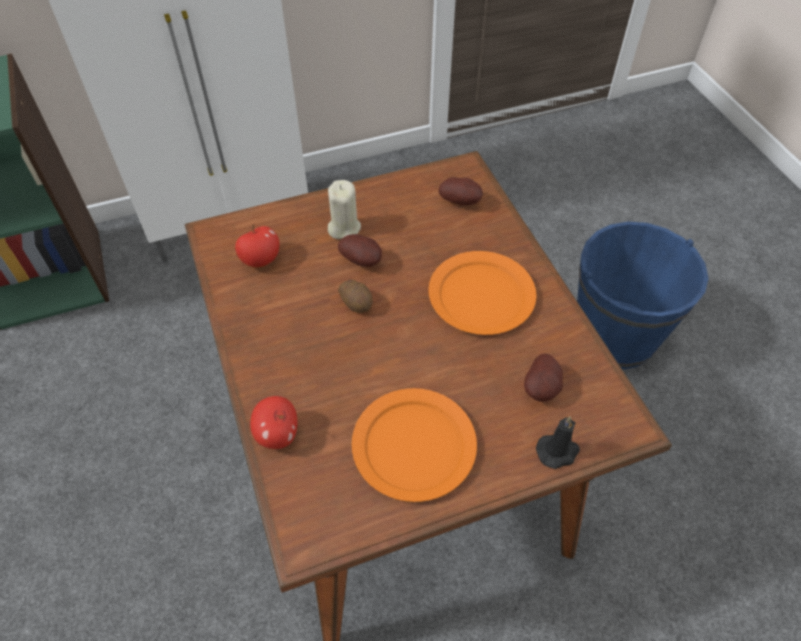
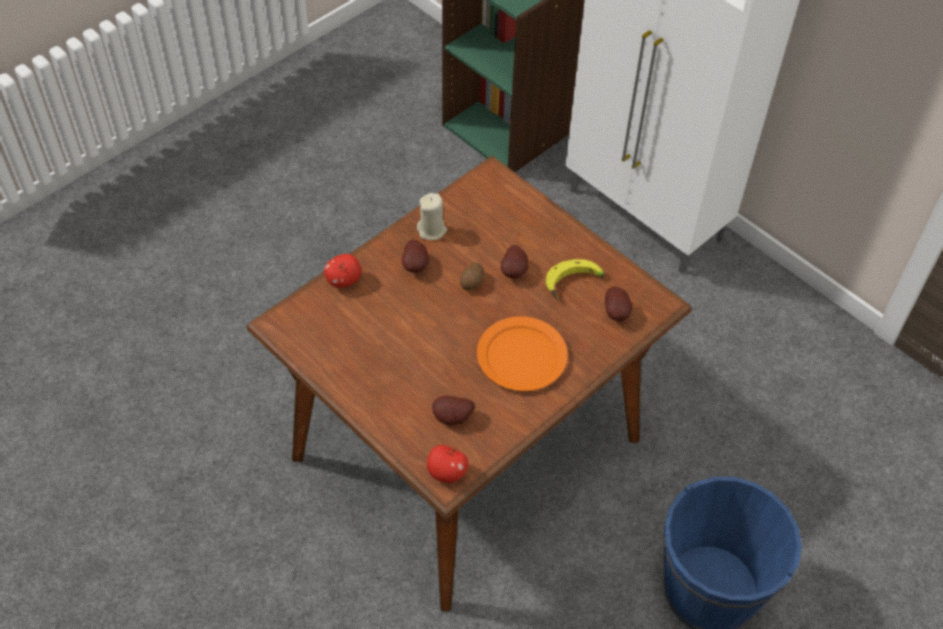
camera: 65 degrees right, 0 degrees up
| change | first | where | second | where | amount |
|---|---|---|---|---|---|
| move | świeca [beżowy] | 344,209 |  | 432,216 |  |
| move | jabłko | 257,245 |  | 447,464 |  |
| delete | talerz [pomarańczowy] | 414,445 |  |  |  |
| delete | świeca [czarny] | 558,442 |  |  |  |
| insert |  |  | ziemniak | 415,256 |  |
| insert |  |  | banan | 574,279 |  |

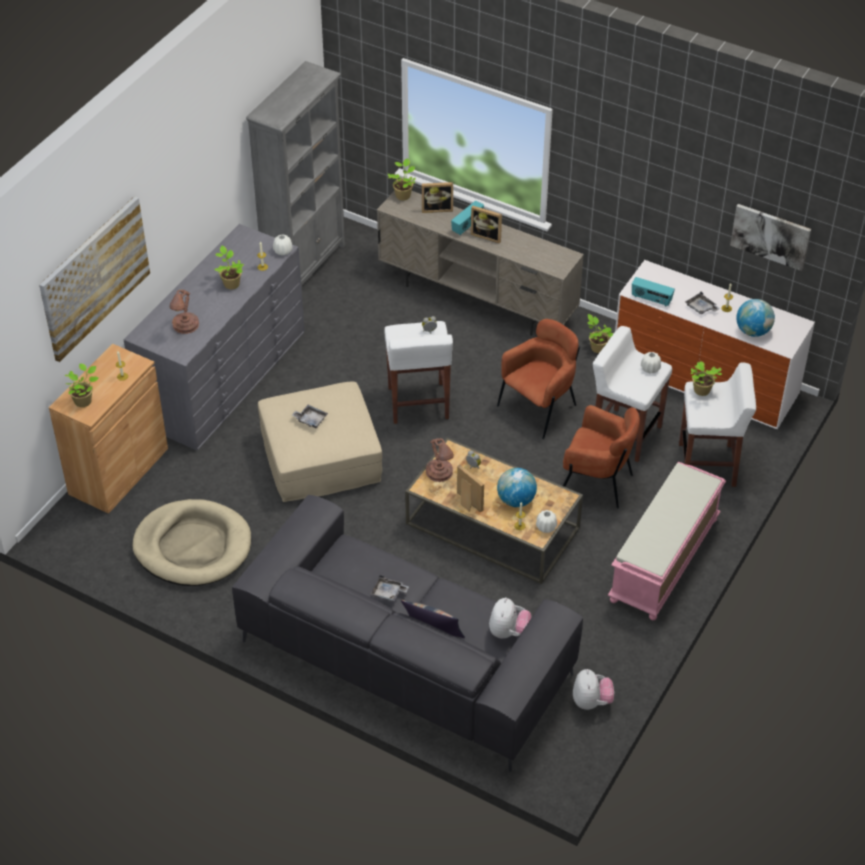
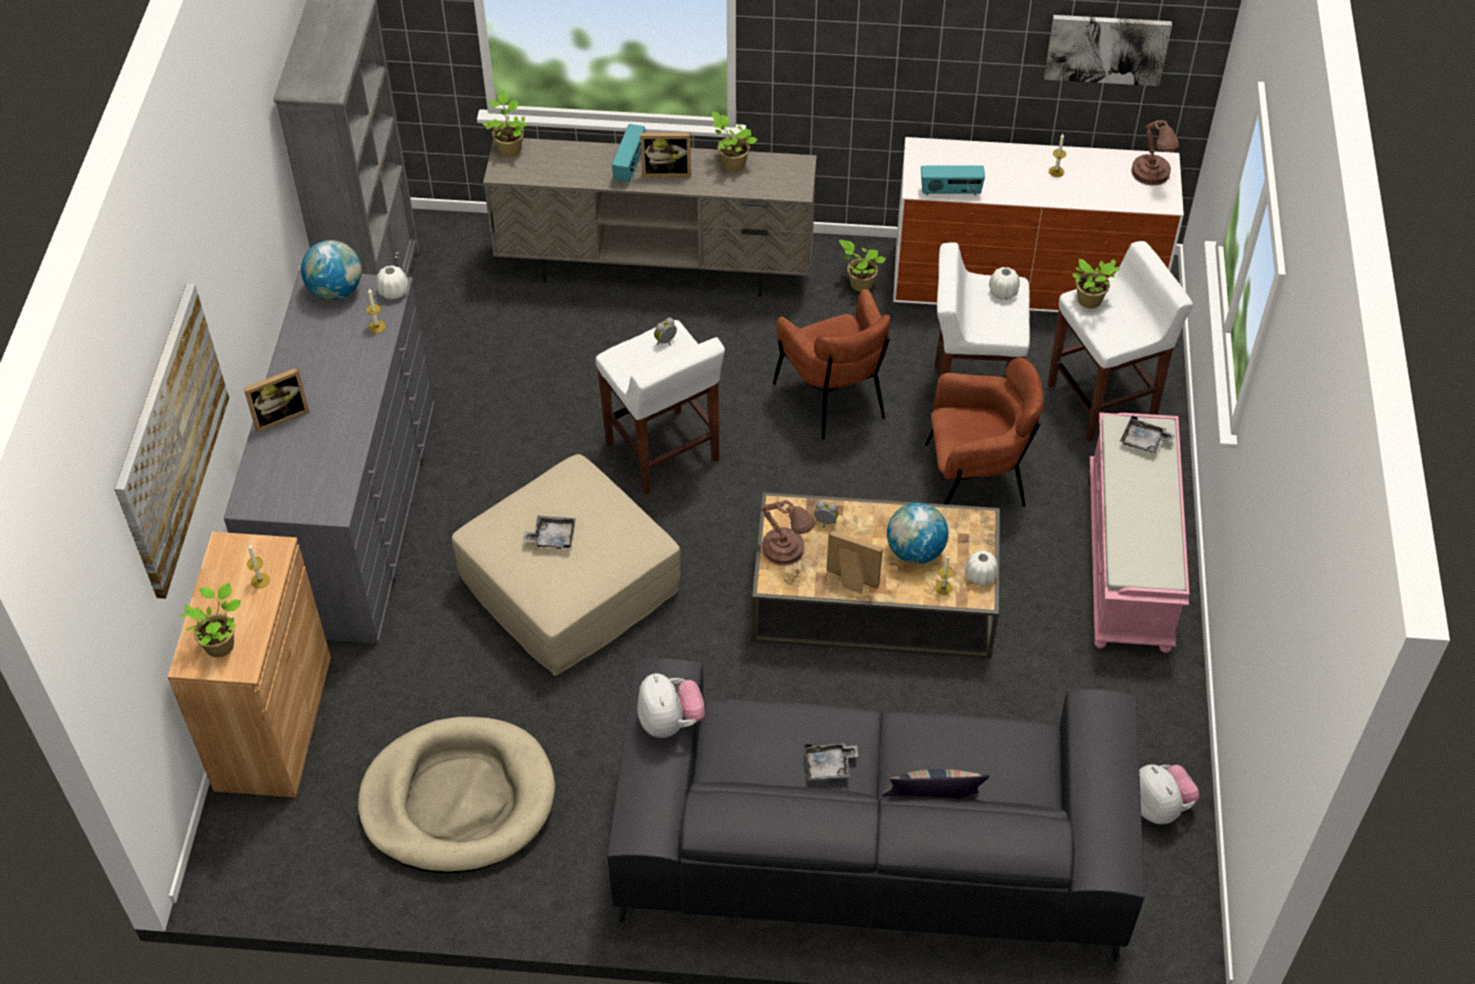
camera: 25 degrees left, 5 degrees up
| change | first | where | second | where | amount |
|---|---|---|---|---|---|
| move | ramka na zdjęcie | 437,197 |  | 276,400 |  |
| move | roślina doniczkowa | 229,267 |  | 734,141 |  |
| move | lampa stołowa [brązowy] | 184,311 |  | 1155,153 |  |
| move | taca [szary] | 702,302 |  | 1147,434 |  |
| move | globus | 755,318 |  | 331,270 |  |
| rotate | fotel [brązowy] | 538,379 |  | 831,364 | 135 degrees clockwise |
| move | pluszak | 510,618 |  | 671,705 |  |

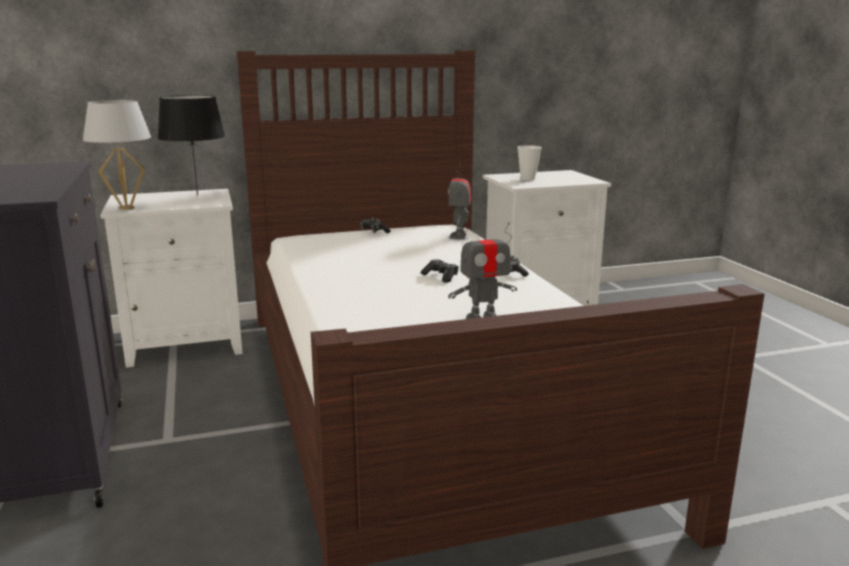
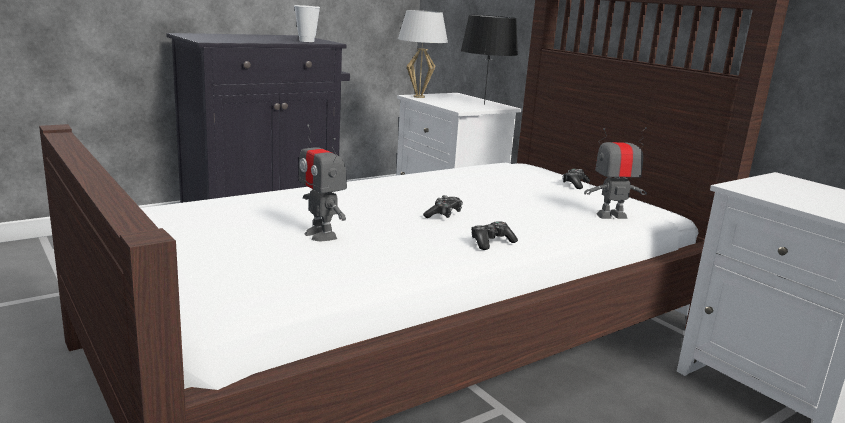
camera: 70 degrees right, 0 degrees up
| change | first | where | second | where | amount |
|---|---|---|---|---|---|
| move | filiżanka | 529,163 |  | 307,23 |  |

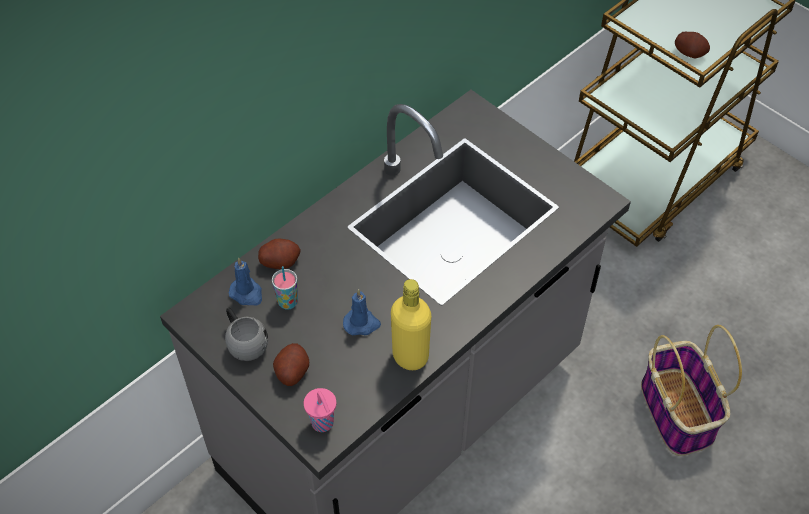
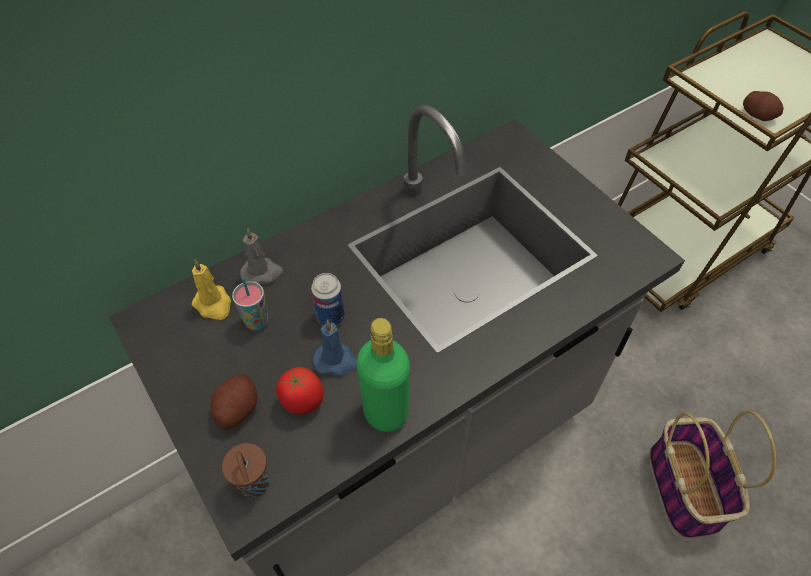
camera: 10 degrees right, 0 degrees up
| change | first | where | second | where | amount |
|---|---|---|---|---|---|
| replace | ziemniak | 279,254 | świeca [szary] | 261,256 |  |
| recolor | świeca [niebieski] | 245,281 | świeca [żółty] | 211,290 |  |
| recolor | butelka [żółty] | 411,324 | butelka [zielony] | 383,375 |  |
| delete | kubek [szary] | 246,334 |  |  |  |
| recolor | filiżanka [różowy] | 320,410 | filiżanka [brązowy] | 245,470 |  |
| insert |  |  | puszka | 328,299 |  |
| insert |  |  | pomidor | 300,391 |  |

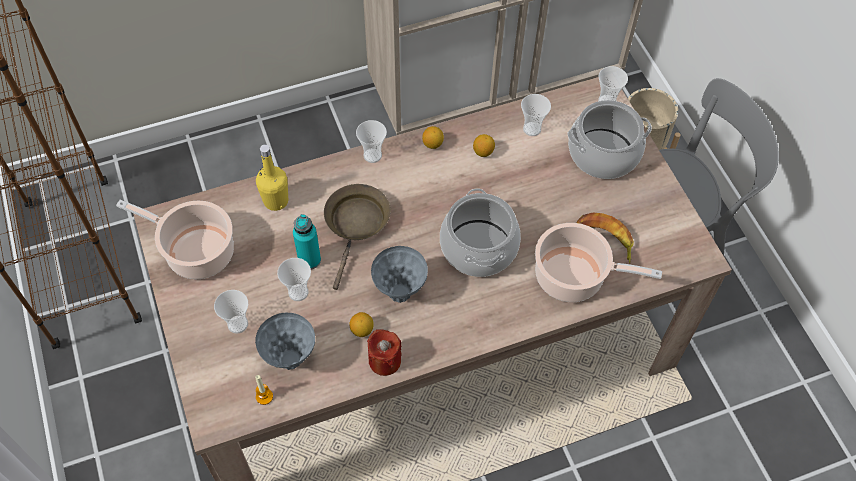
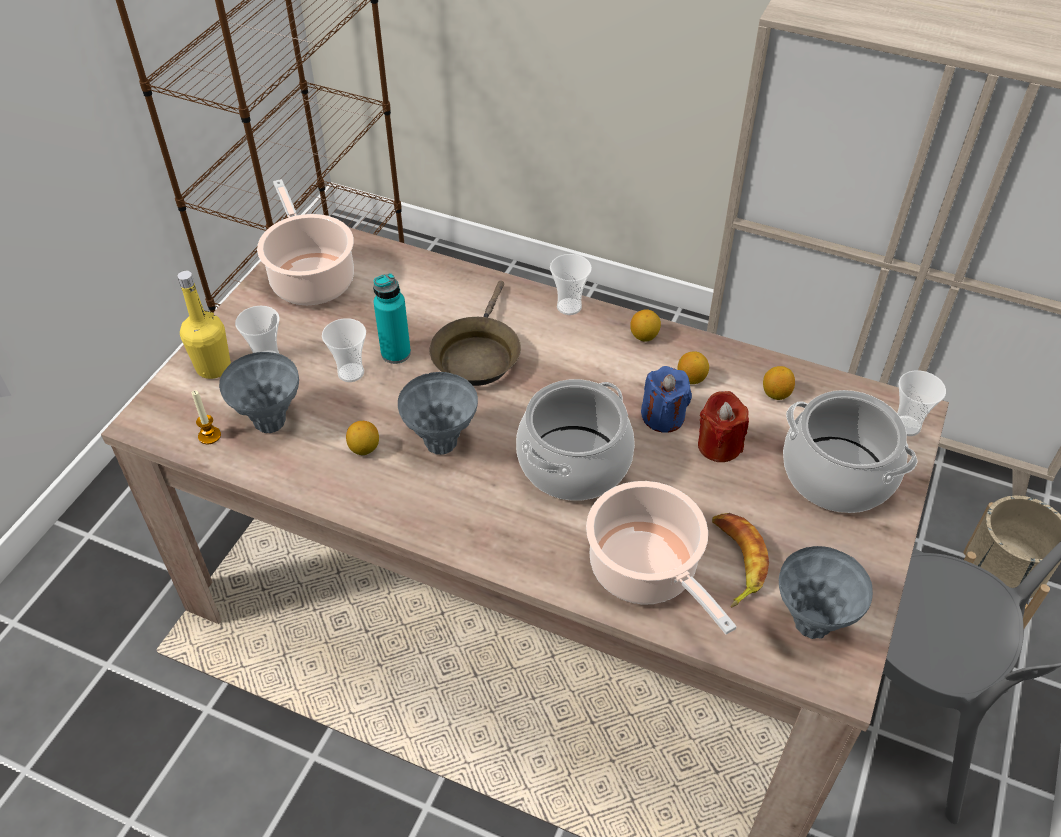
camera: 45 degrees right, 10 degrees down
| change | first | where | second | where | amount |
|---|---|---|---|---|---|
| replace | filiżanka | 536,115 | cytryna | 779,383 |  |
| move | butelka [żółty] | 272,177 |  | 204,325 |  |
| rotate | patelnia [brązowy] | 357,237 |  | 475,333 | 135 degrees clockwise |
| move | świeca [czerwony] | 384,352 |  | 723,426 |  |
| insert |  |  | świeca [niebieski] | 666,399 |  |
| insert |  |  | wazon [szary] | 826,592 |  |

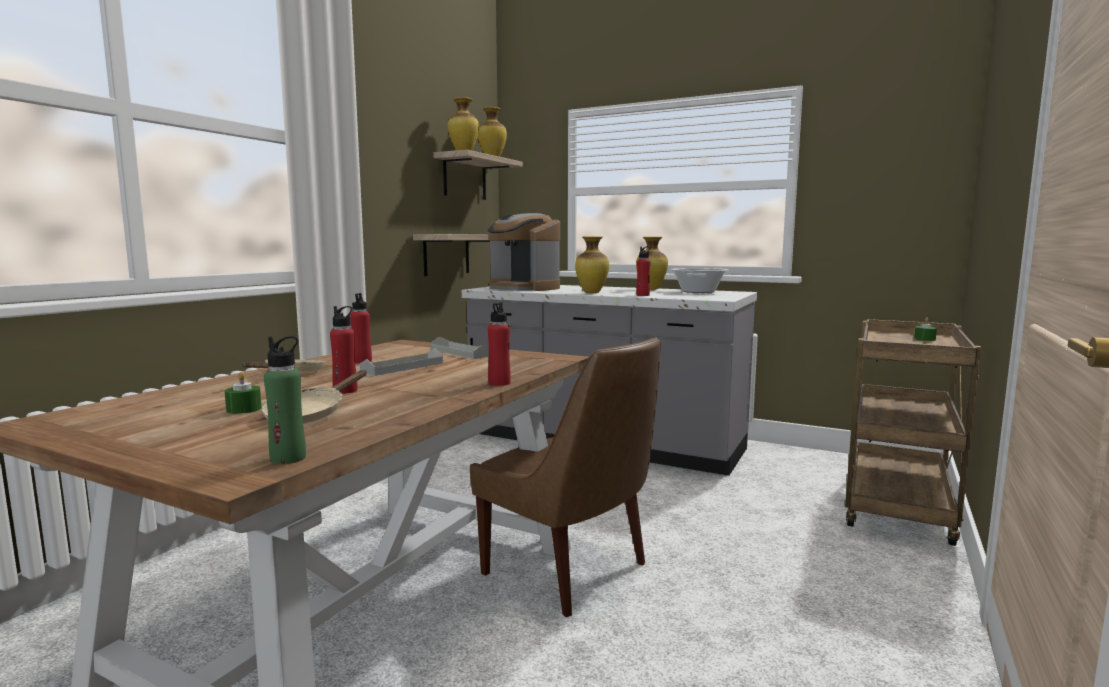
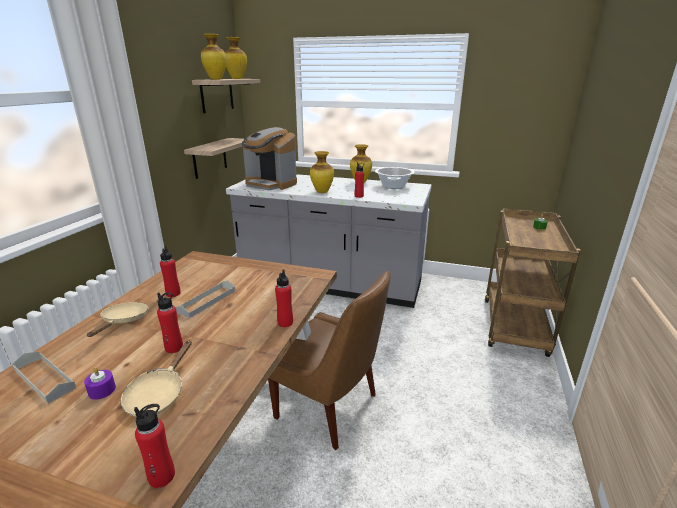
camera: 10 degrees left, 15 degrees up
| change | first | where | second | where | amount |
|---|---|---|---|---|---|
| recolor | butelka [zielony] | 285,400 | butelka [czerwony] | 154,446 |  |
| move | taca [szary] | 460,348 |  | 44,378 |  |
| recolor | świeca [zielony] | 243,393 | świeca [fioletowy] | 100,383 |  |

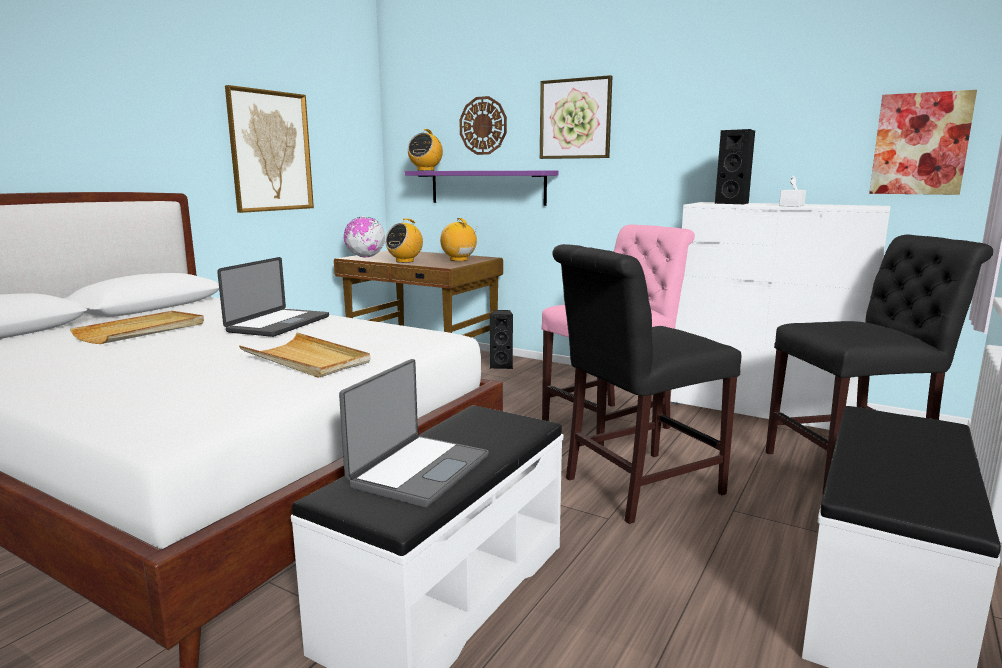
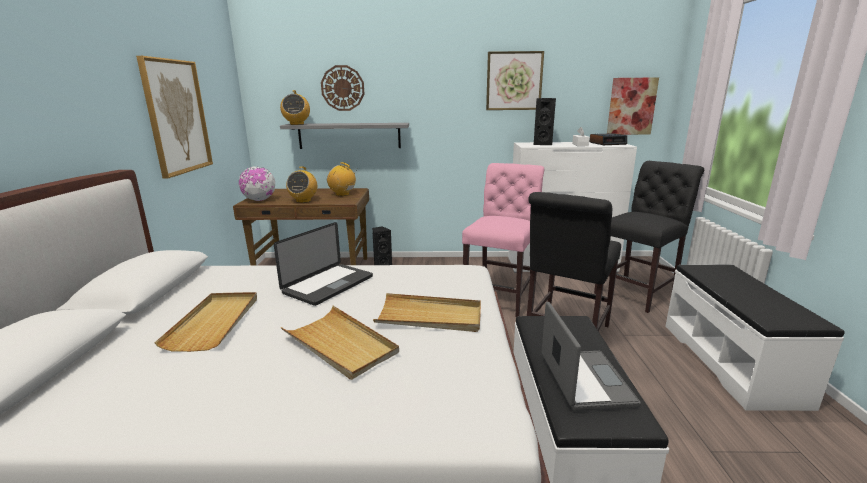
camera: 30 degrees left, 5 degrees up
| change | first | where | second | where | amount |
|---|---|---|---|---|---|
| move | obraz | 576,117 |  | 515,80 |  |
| recolor | półka [fioletowy] | 482,188 | półka [szary] | 344,136 |  |
| rotate | laptop | 273,297 |  | 323,264 | 45 degrees clockwise |
| insert |  |  | budzik | 608,139 |  |
| insert |  |  | taca [beżowy] | 340,343 |  |

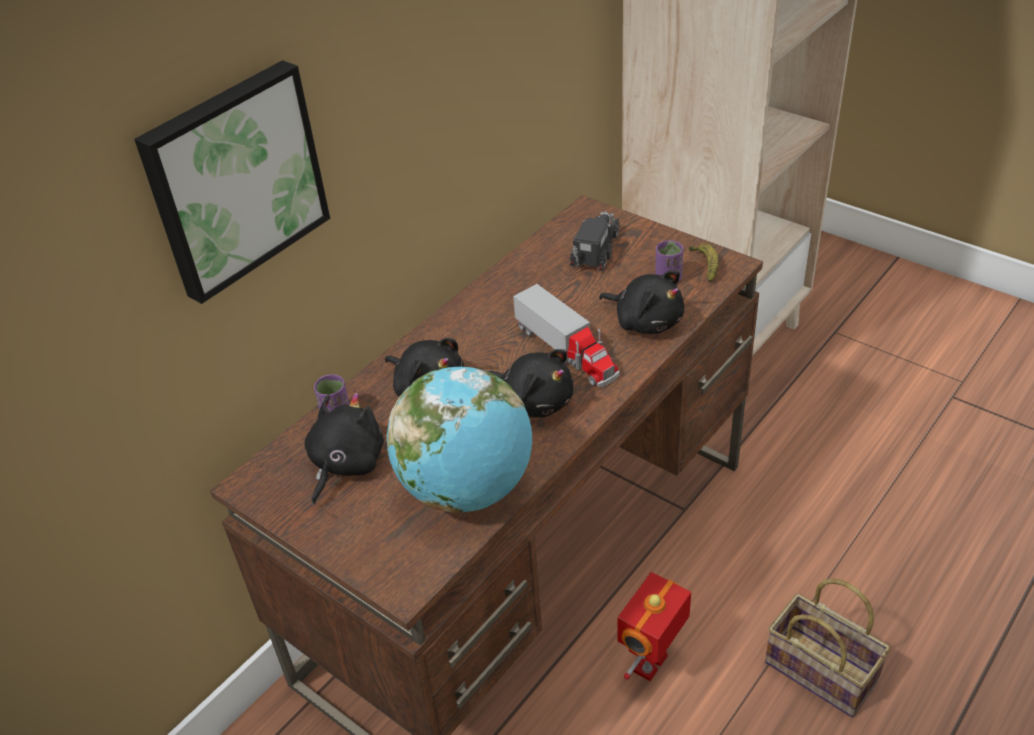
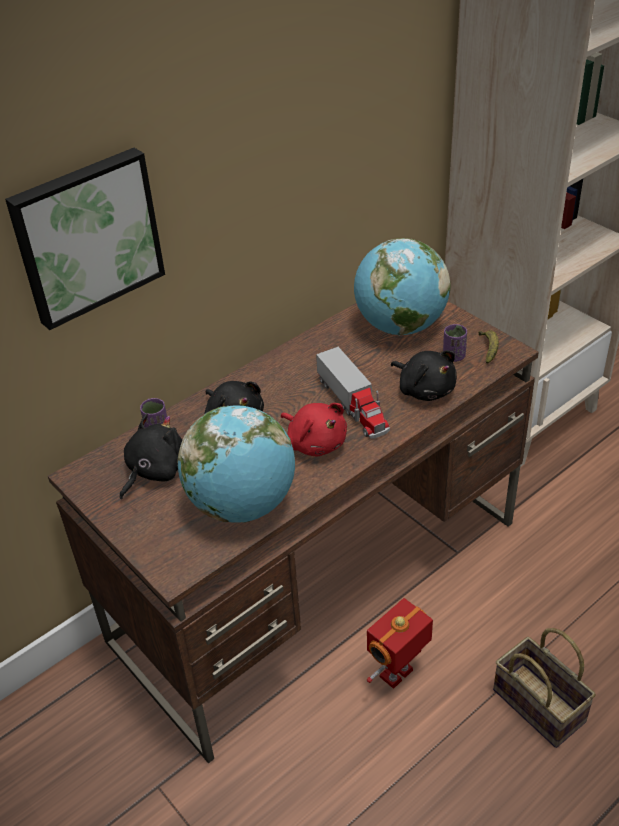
camera: 10 degrees right, 0 degrees up
| change | first | where | second | where | amount |
|---|---|---|---|---|---|
| replace | ciężarówka zabawkowa | 595,241 | globus | 402,287 |  |
| recolor | pluszak [czarny] | 530,383 | pluszak [czerwony] | 314,430 |  |

